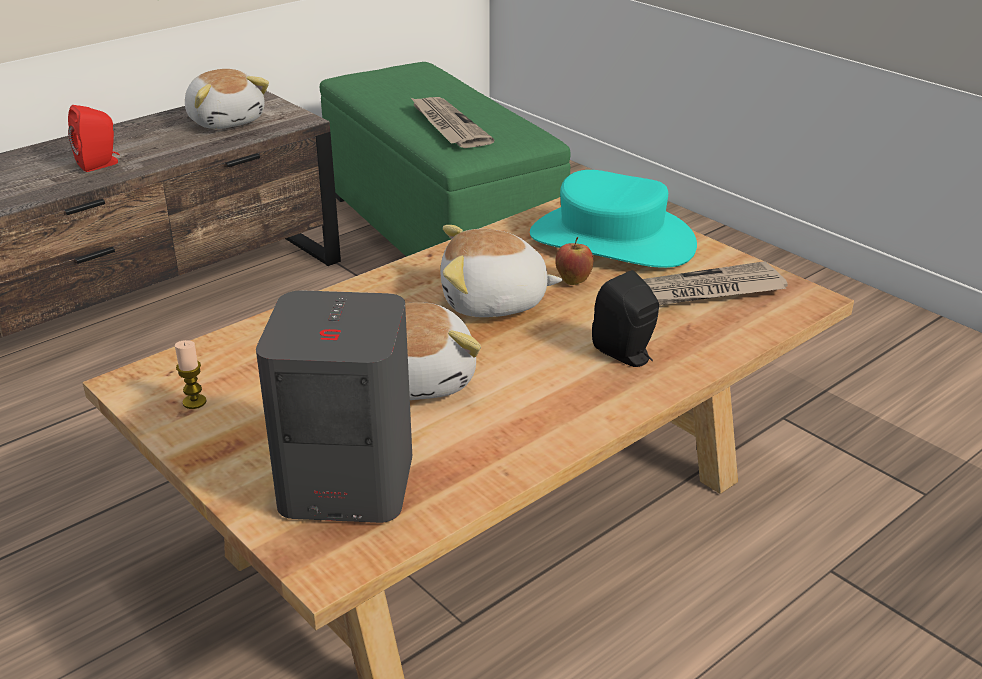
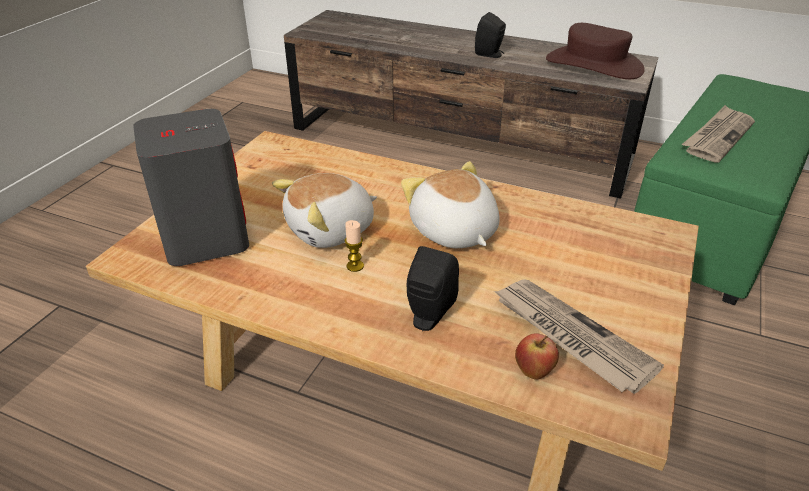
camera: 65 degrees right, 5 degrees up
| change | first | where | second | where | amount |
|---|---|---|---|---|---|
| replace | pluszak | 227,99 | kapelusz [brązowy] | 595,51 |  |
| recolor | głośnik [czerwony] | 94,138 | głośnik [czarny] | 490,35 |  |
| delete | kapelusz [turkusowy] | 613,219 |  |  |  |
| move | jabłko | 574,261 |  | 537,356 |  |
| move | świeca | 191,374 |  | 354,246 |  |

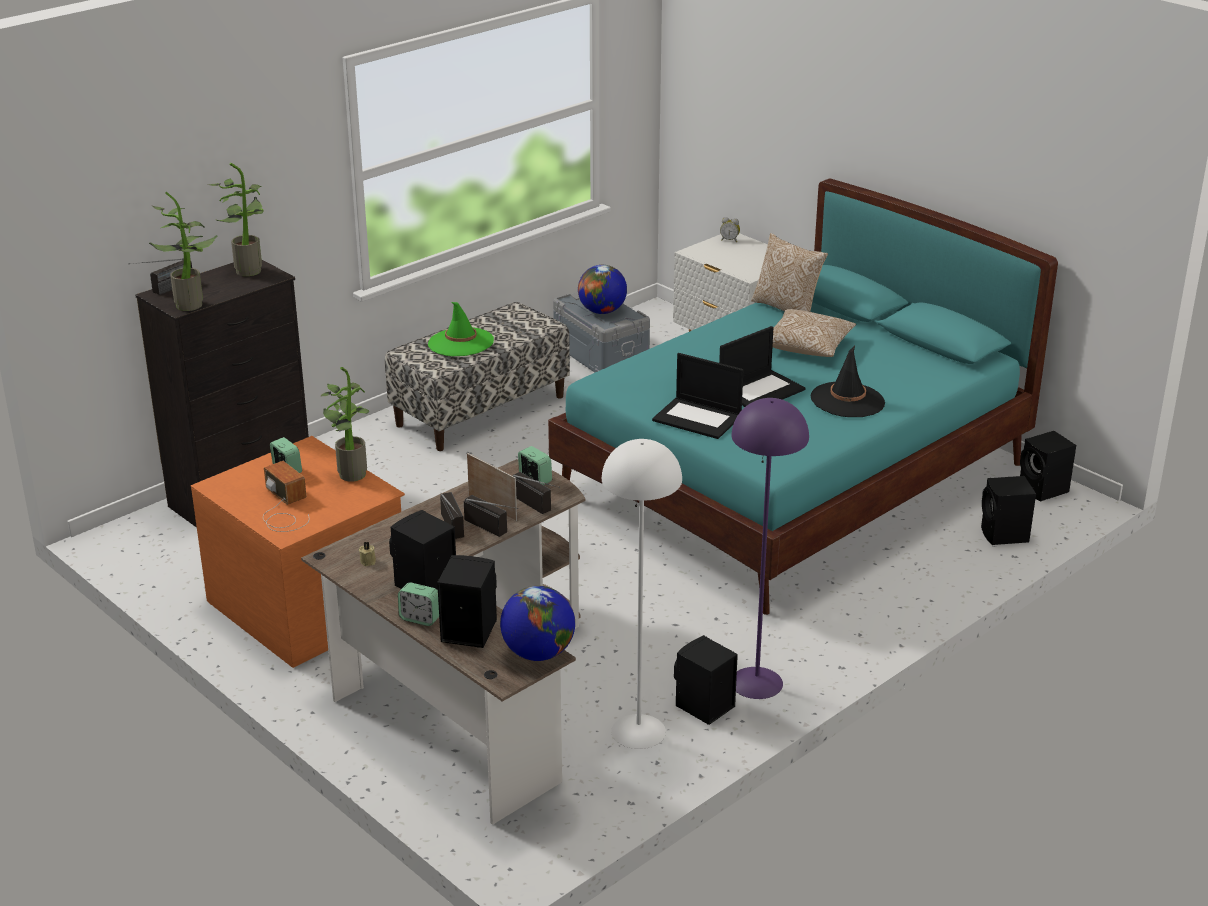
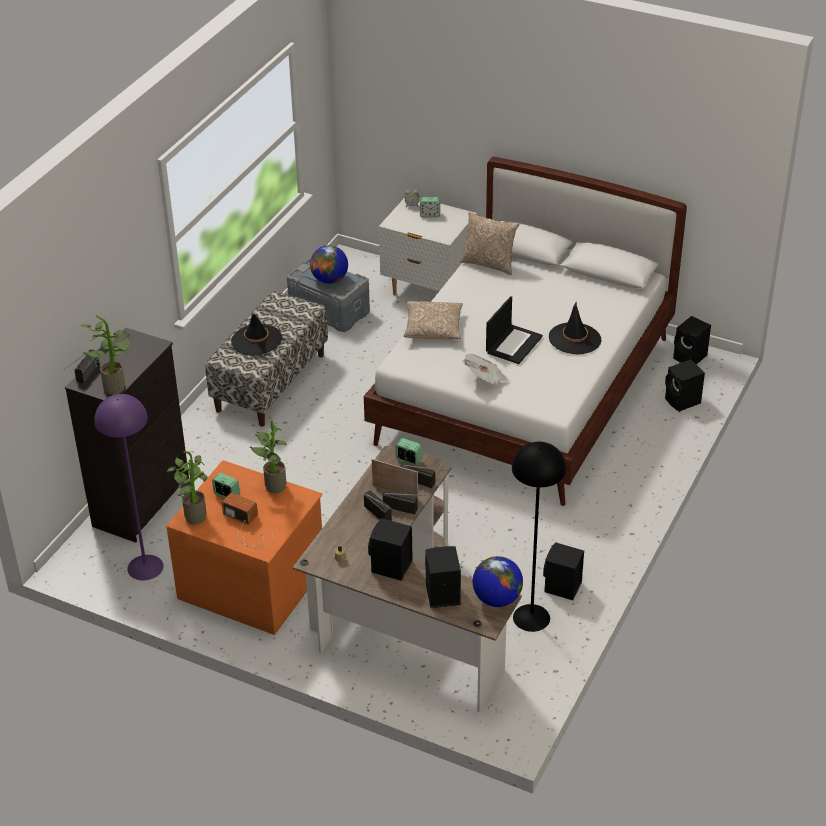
camera: 20 degrees left, 10 degrees up
| change | first | where | second | where | amount |
|---|---|---|---|---|---|
| move | roślina doniczkowa | 235,219 |  | 187,488 |  |
| recolor | łóżko [turkusowy] | 803,396 | łóżko [biały] | 525,331 |  |
| recolor | kapelusz [zielony] | 461,329 | kapelusz [czarny] | 256,334 |  |
| move | poduszka | 814,333 |  | 433,320 |  |
| replace | laptop | 697,396 | gazeta | 485,369 |  |
| move | lampa stojąca [fioletowy] | 770,548 |  | 129,487 |  |
| recolor | lampa stojąca [biały] | 642,594 | lampa stojąca [czarny] | 539,537 |  |
| move | budzik | 418,604 |  | 430,207 |  |

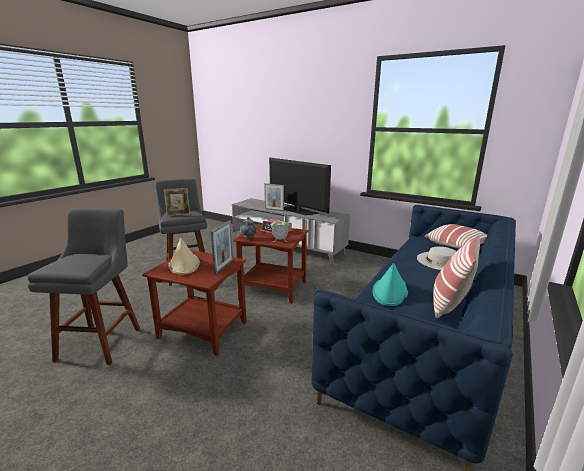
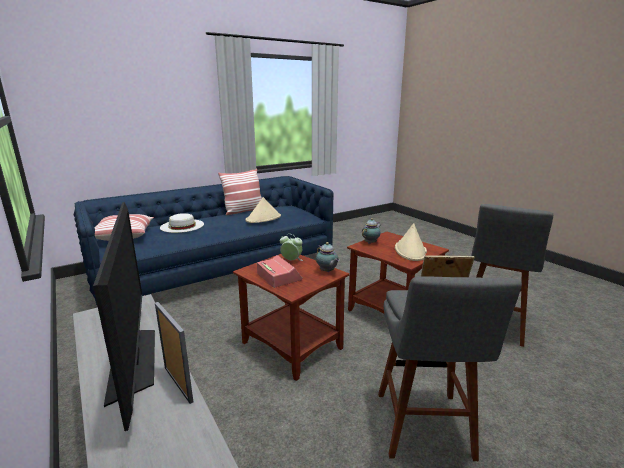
camera: 155 degrees left, 0 degrees up
| change | first | where | second | where | amount |
|---|---|---|---|---|---|
| replace | ramka na zdjęcie | 222,247 | imbryk | 371,231 |  |
| recolor | kapelusz [turkusowy] | 390,284 | kapelusz [beżowy] | 263,210 |  |

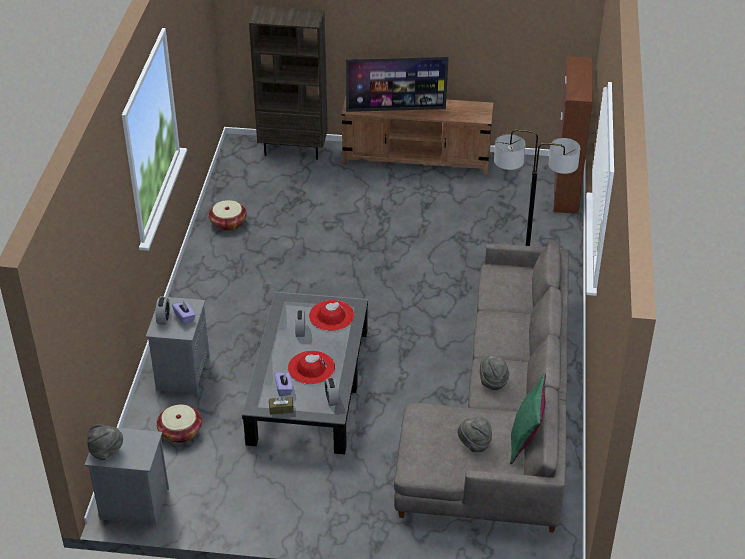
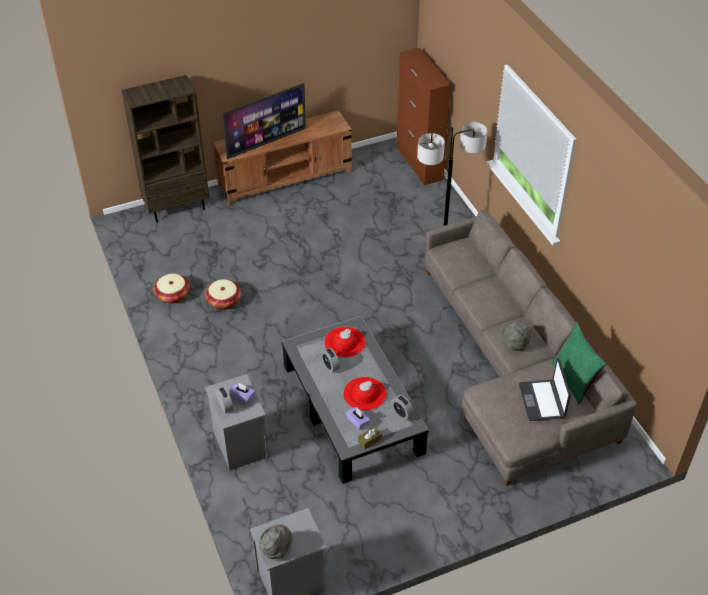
camera: 30 degrees left, 5 degrees up
| change | first | where | second | where | amount |
|---|---|---|---|---|---|
| move | koszyk | 179,423 |  | 223,294 |  |
| replace | kapelusz [szary] | 475,434 | laptop | 545,389 |  |

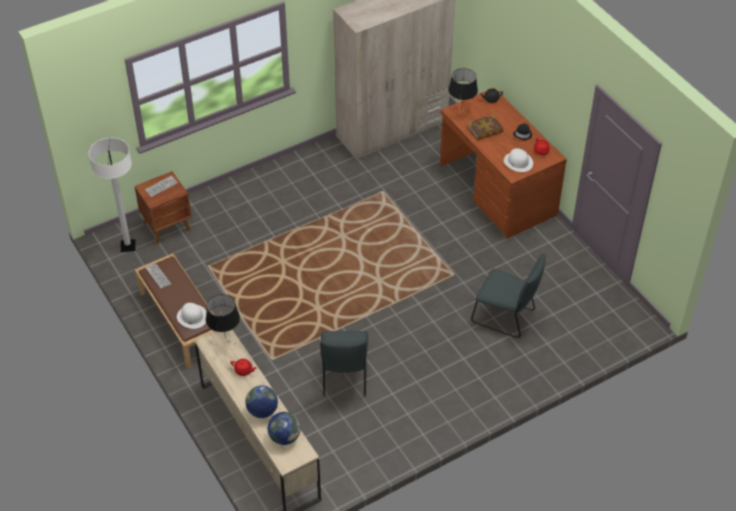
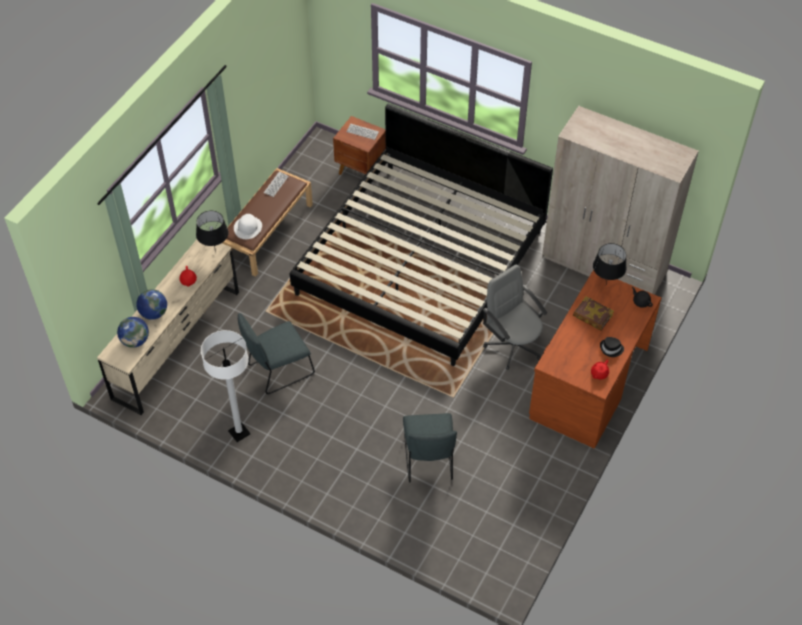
camera: 60 degrees right, 5 degrees up
| change | first | where | second | where | amount |
|---|---|---|---|---|---|
| move | lampa stojąca [biały] | 112,195 |  | 225,386 |  |
| delete | kapelusz [biały] | 518,160 |  |  |  |
| insert |  |  | łóżko | 421,234 |  |
| insert |  |  | krzesło biurowe [szary] | 515,317 |  |

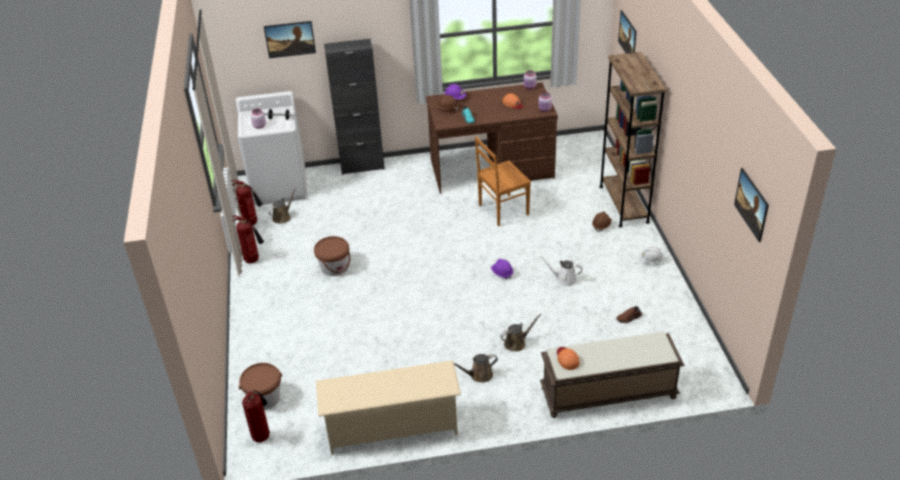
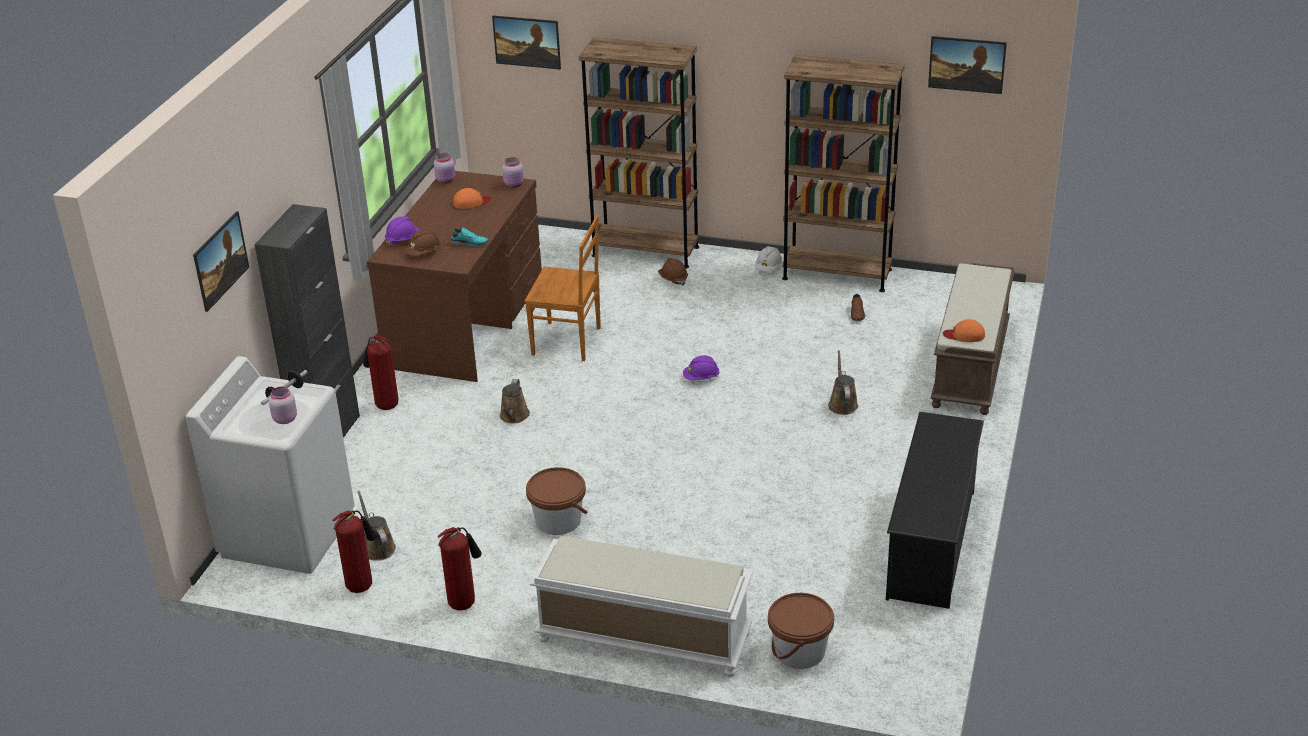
camera: 65 degrees left, 5 degrees down
| change | first | where | second | where | amount |
|---|---|---|---|---|---|
| rotate | krzesło [brązowy] | 503,181 |  | 563,288 | 75 degrees counterclockwise |
| delete | konewka [biały] | 561,271 |  |  |  |
| move | konewka [brązowy] | 476,368 |  | 515,401 |  |
| recolor | regał na buty [beżowy] | 388,407 | regał na buty [czarny] | 935,510 |  |
| move | gaśnica | 256,416 |  | 381,372 |  |
| insert |  |  | regał [brązowy] | 843,173 |  |
| insert |  |  | ławka [biały] | 641,606 |  |

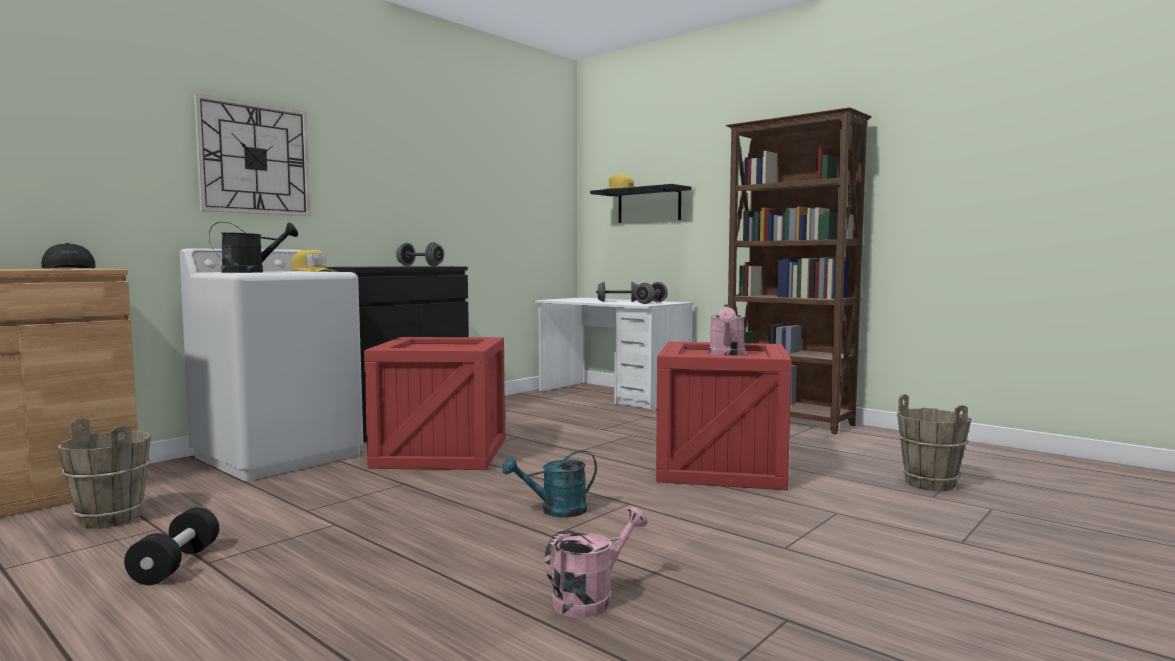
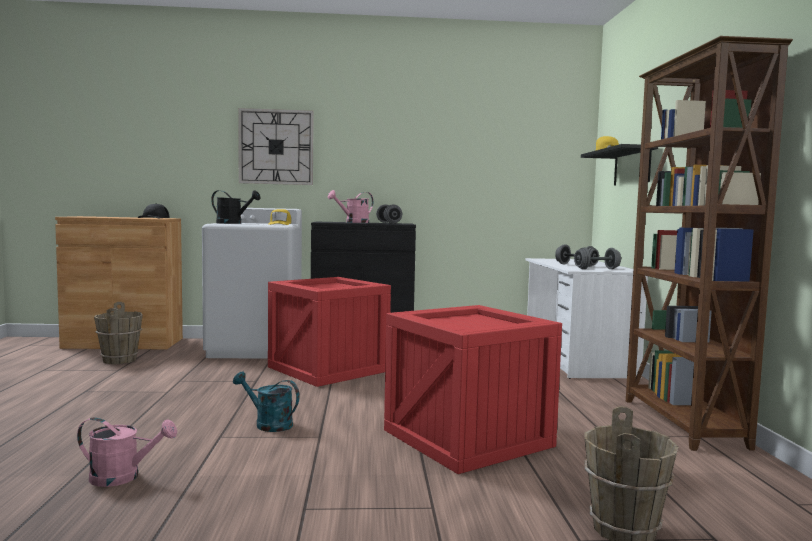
camera: 45 degrees right, 0 degrees up
| change | first | where | second | where | amount |
|---|---|---|---|---|---|
| move | konewka [różowy] | 727,330 |  | 351,206 |  |
| delete | hantel [czarny] | 171,546 |  |  |  |

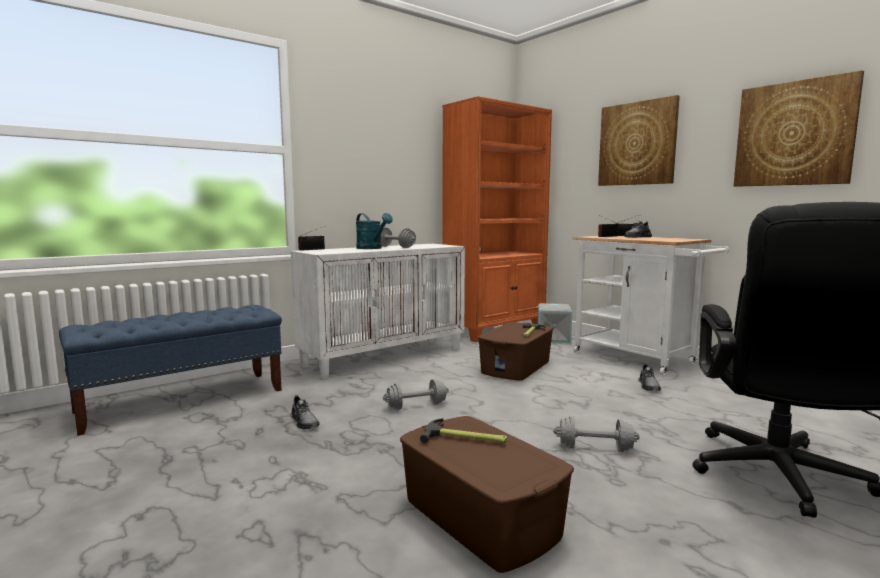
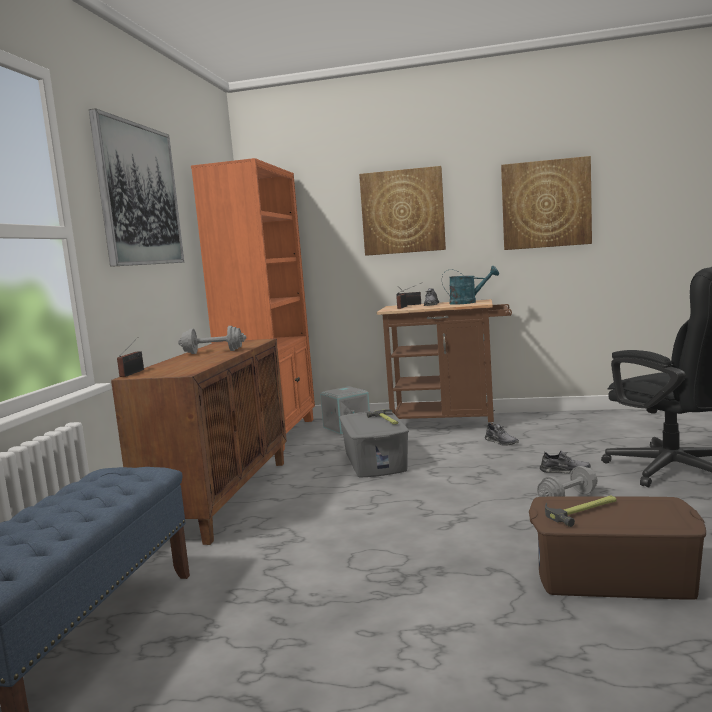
camera: 40 degrees left, 0 degrees up
| change | first | where | second | where | amount |
|---|---|---|---|---|---|
| move | konewka [turkusowy] | 374,231 |  | 470,285 |  |
| recolor | wózek [biały] | 651,305 | wózek [brązowy] | 444,362 |  |
| recolor | szafka [biały] | 378,311 | szafka [brązowy] | 199,442 |  |
| recolor | pojemnik do przechowywania [brązowy] | 516,351 | pojemnik do przechowywania [szary] | 374,444 |  |
| delete | hantel [szary] | 416,394 |  |  |  |
| move | but [szary] | 305,412 |  | 565,462 |  |
| insert |  |  | obraz | 136,187 |  |

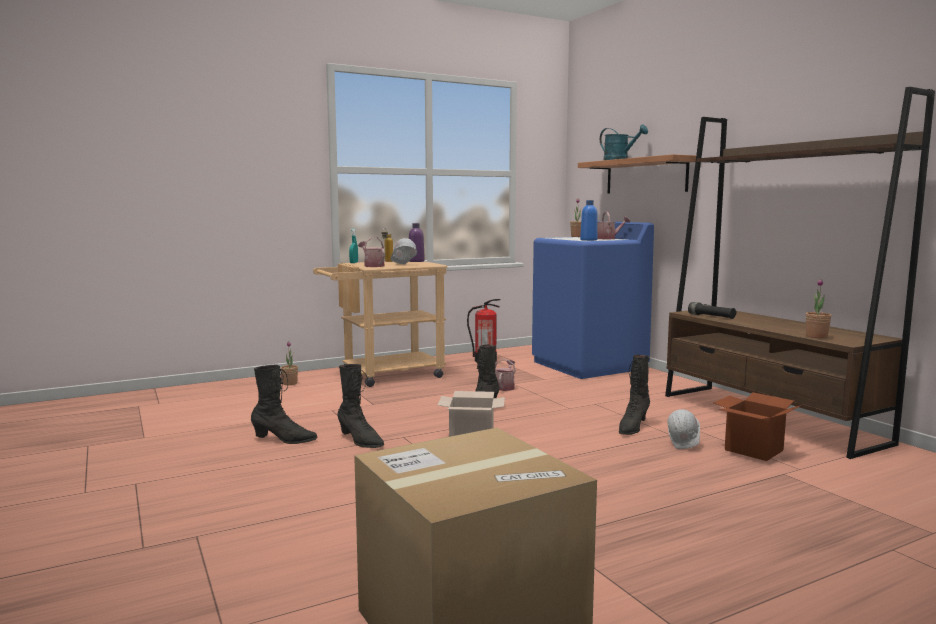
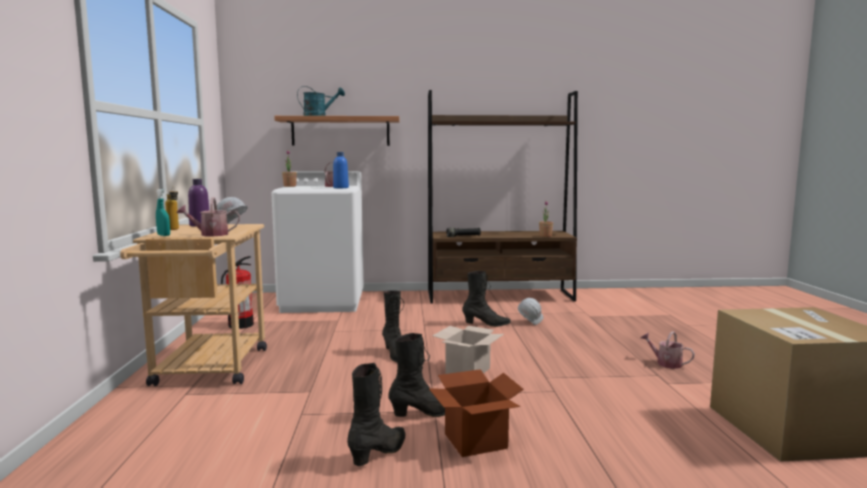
camera: 65 degrees left, 0 degrees up
| change | first | where | second | where | amount |
|---|---|---|---|---|---|
| recolor | pralka [niebieski] | 593,300 | pralka [biały] | 317,242 |  |
| delete | roślina doniczkowa | 289,363 |  |  |  |
| rotate | but z cholewką [czarny] | 634,395 |  | 486,299 | 60 degrees counterclockwise |
| move | konewka | 505,375 |  | 668,350 |  |
| move | karton | 757,426 |  | 476,413 |  |

